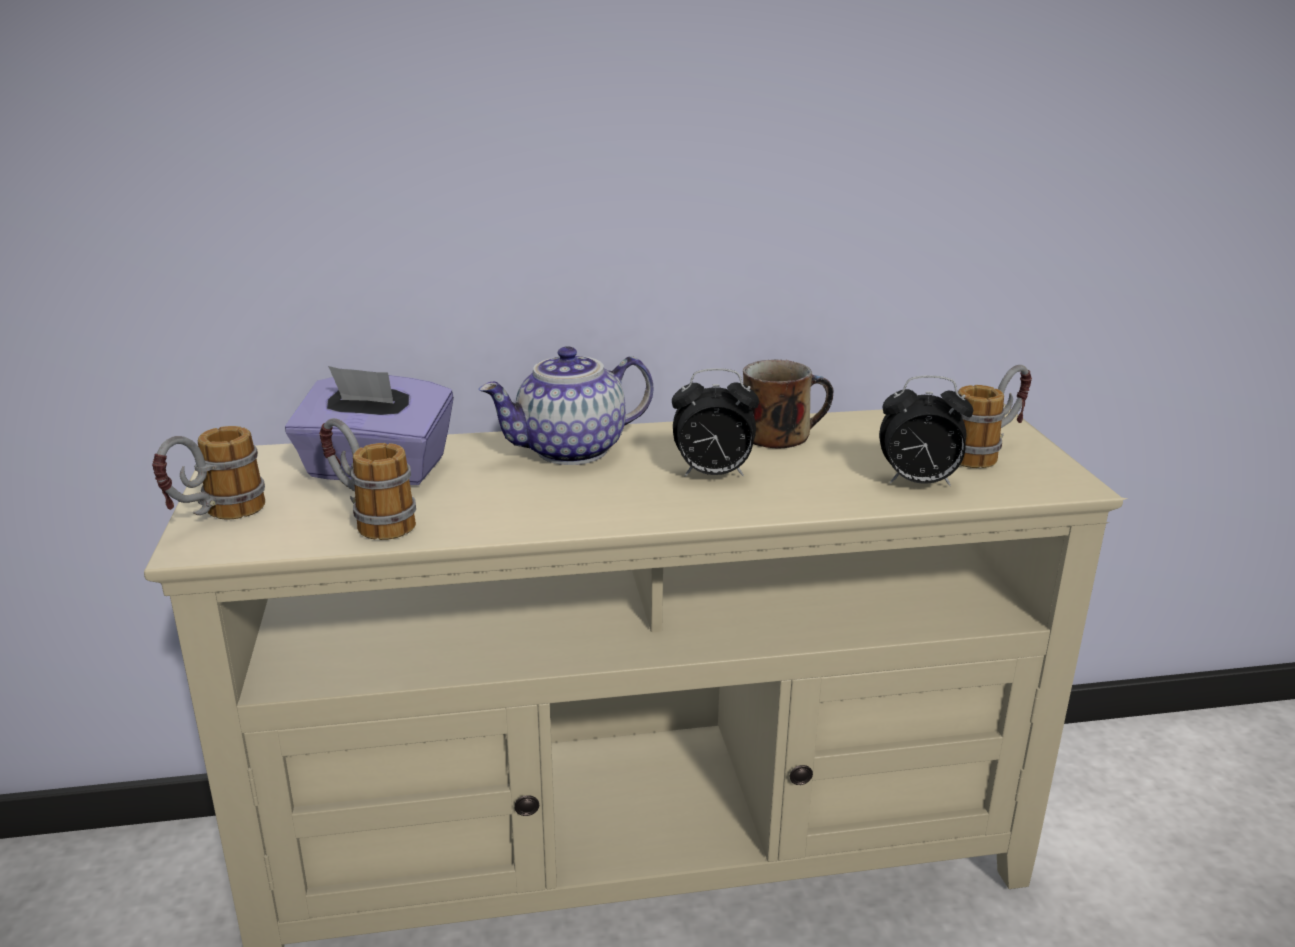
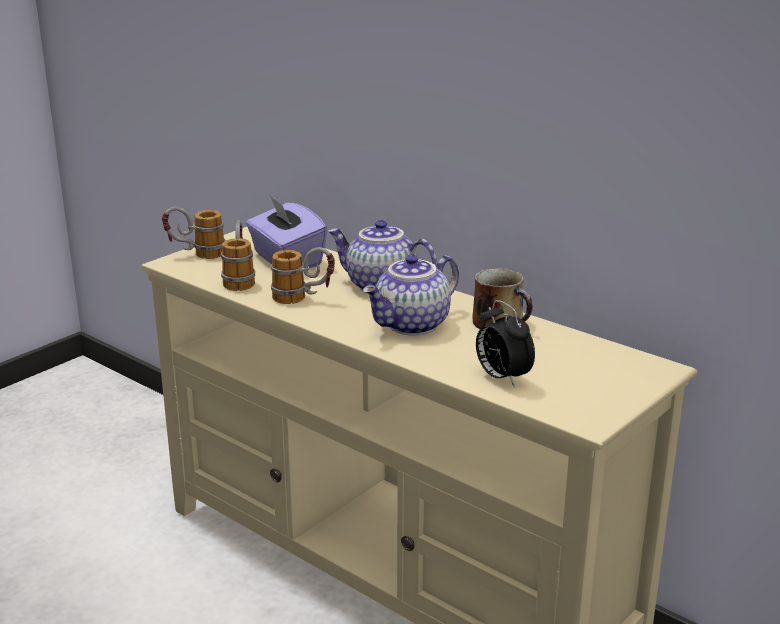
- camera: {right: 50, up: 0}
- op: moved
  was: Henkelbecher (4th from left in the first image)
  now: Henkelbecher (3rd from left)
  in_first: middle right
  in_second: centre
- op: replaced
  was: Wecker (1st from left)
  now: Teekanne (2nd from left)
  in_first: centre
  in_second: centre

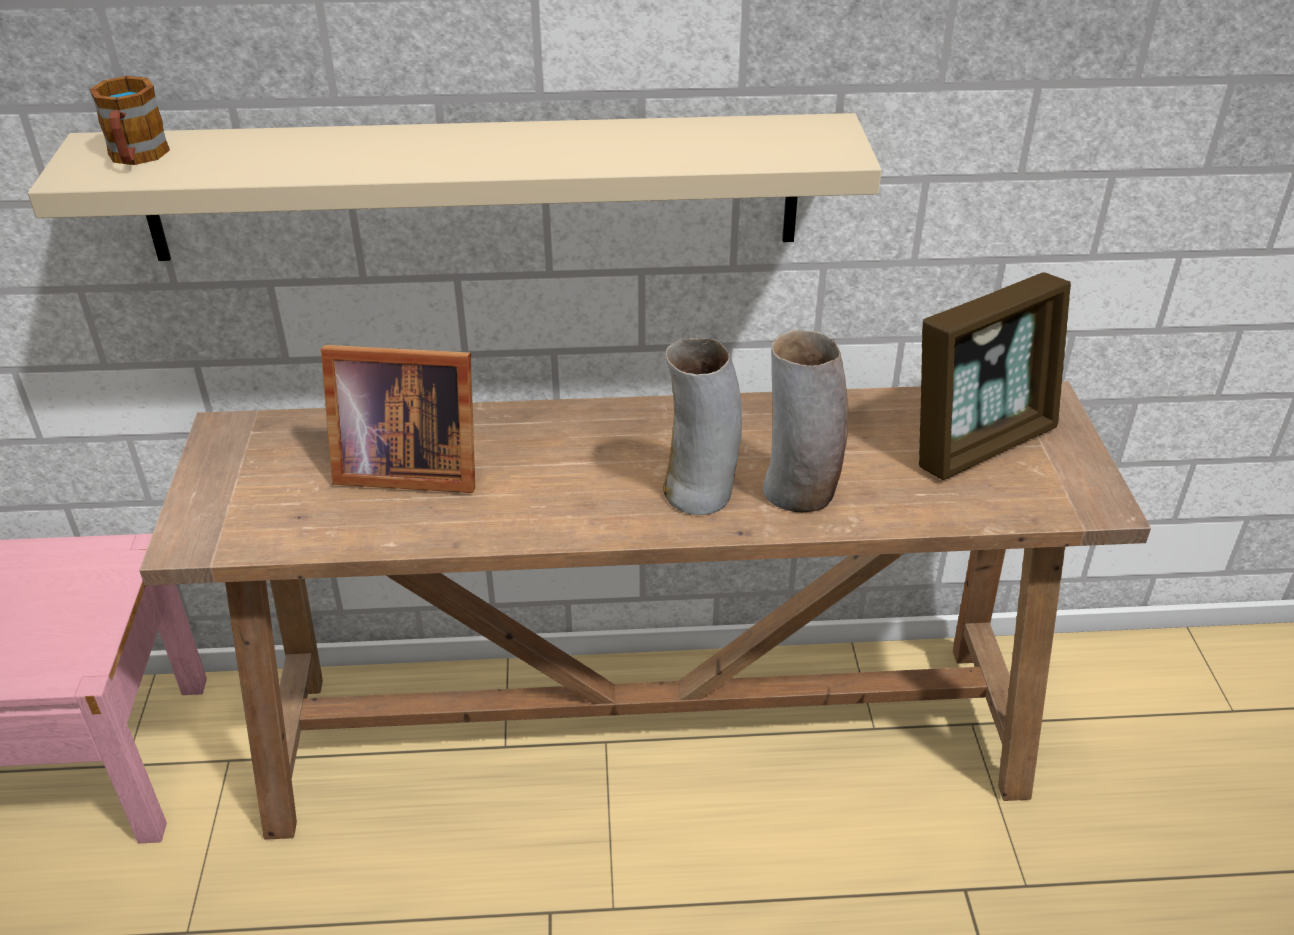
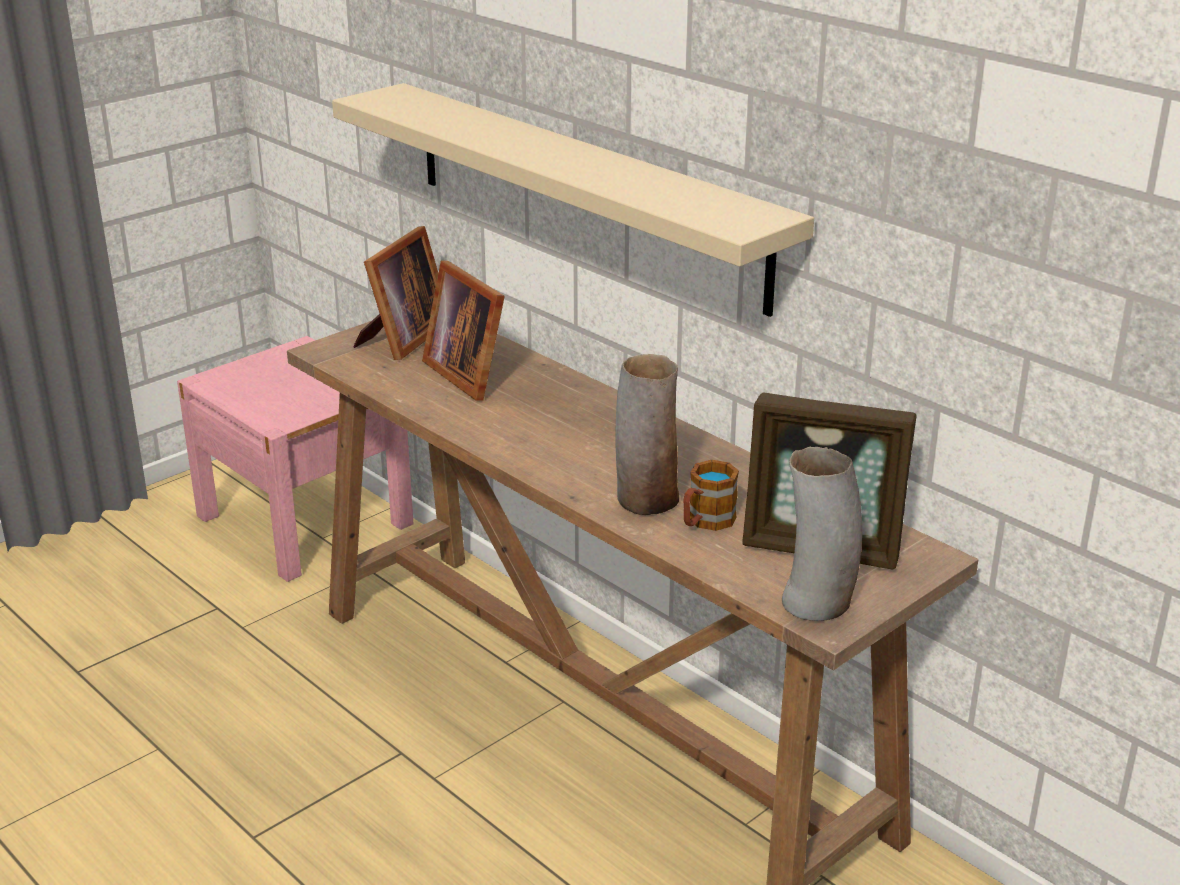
- camera: {right: 50, up: -10}
- op: added
  now: Bilderrahmen (1st from left)
  in_second: top centre
- op: moved
  was: Henkelbecher
  in_first: top left
  in_second: centre
- op: moved
  was: Vase (1st from left in the first image)
  now: Vase (2nd from left)
  in_first: centre
  in_second: middle right

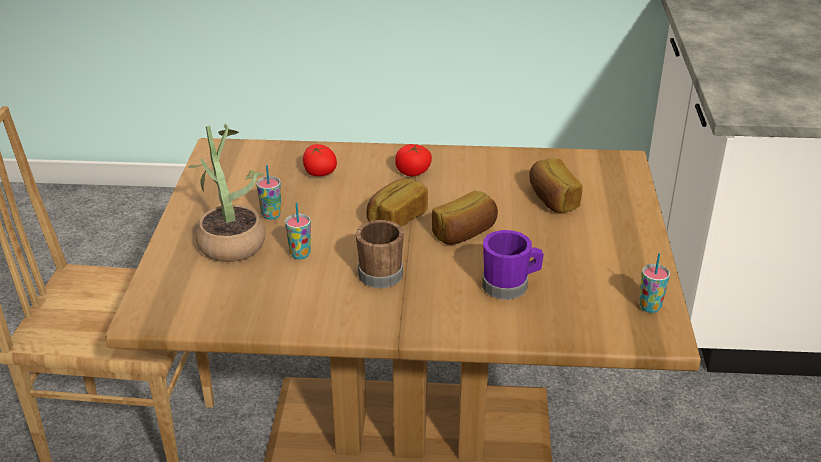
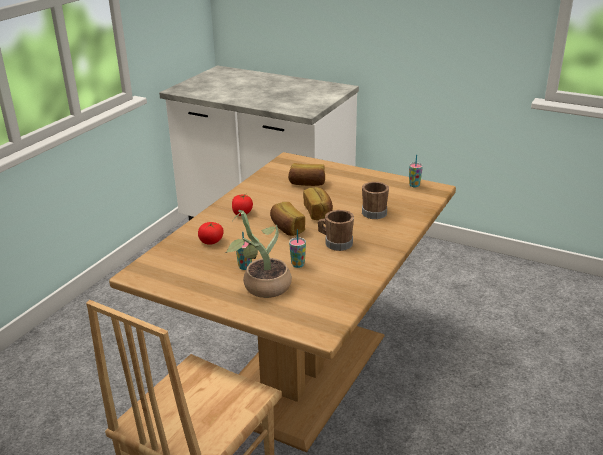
- camera: {right: -65, up: -5}
- op: recoloured
  was: Henkelbecher [lila]
  now: Henkelbecher [braun] (2nd from left)
  in_first: centre
  in_second: centre

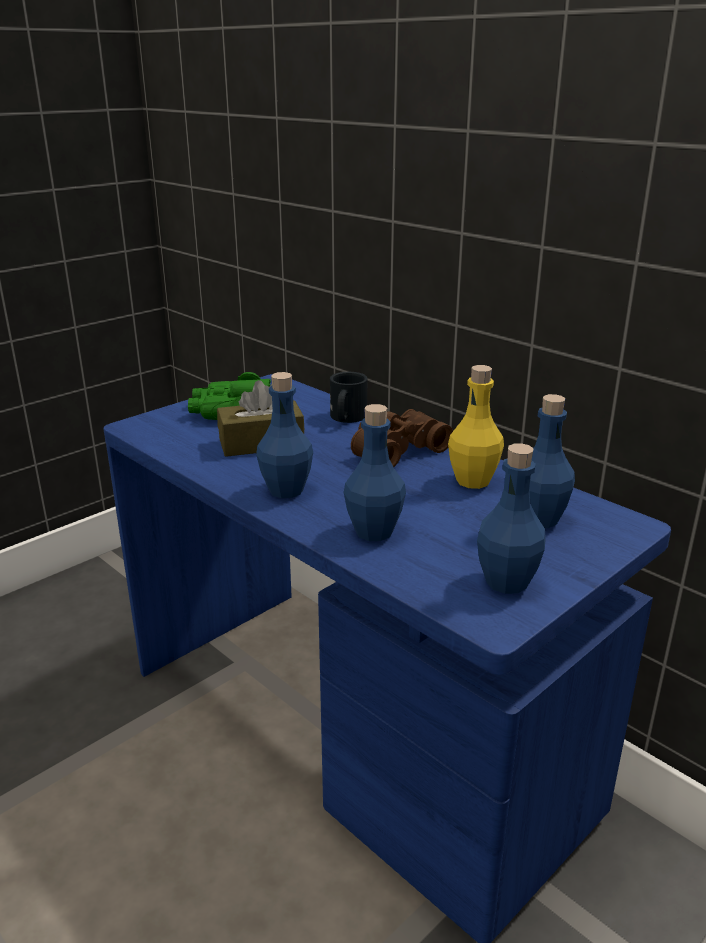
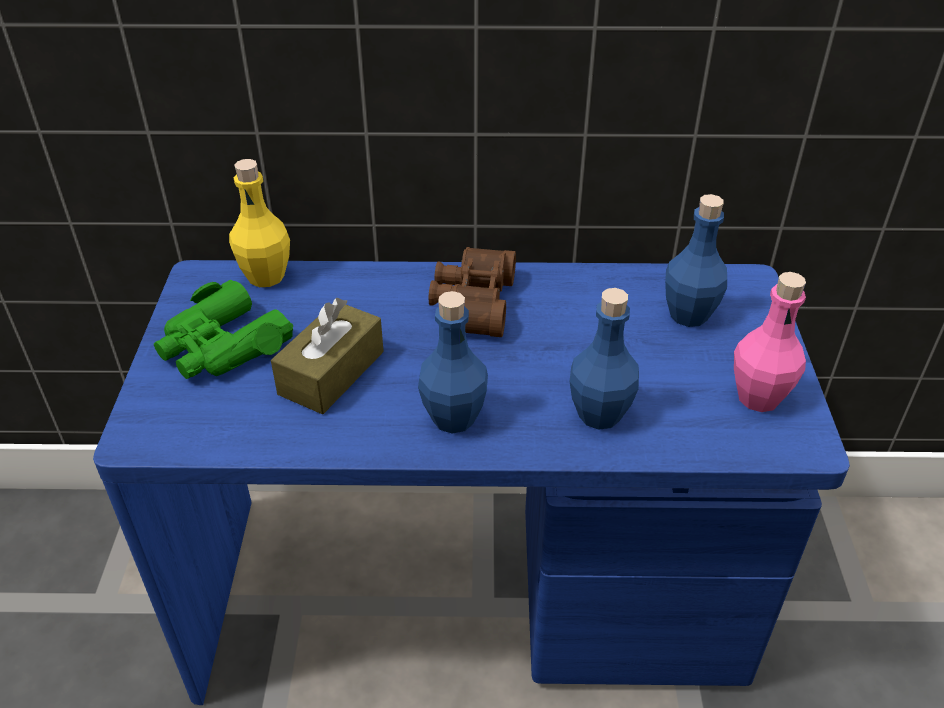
- camera: {right: -45, up: 15}
- op: removed
  was: Henkelbecher [schwarz]
  in_first: centre
- op: moved
  was: Flasche [gelb]
  in_first: middle right
  in_second: top left
- op: recoloured
  was: Flasche [blau] (3rd from left)
  now: Flasche [rosa]
  in_first: middle right
  in_second: middle right

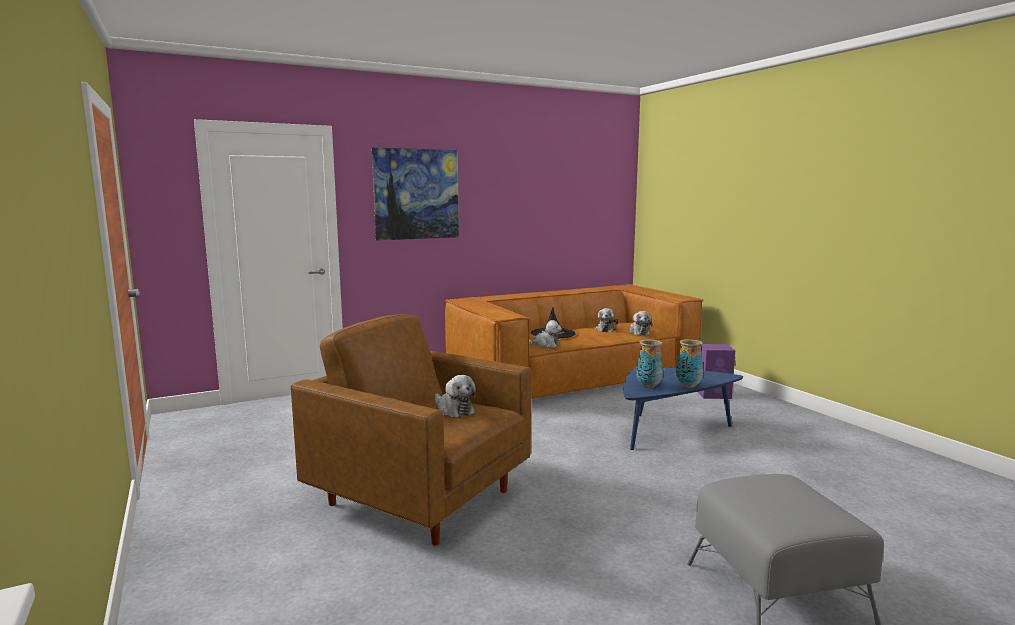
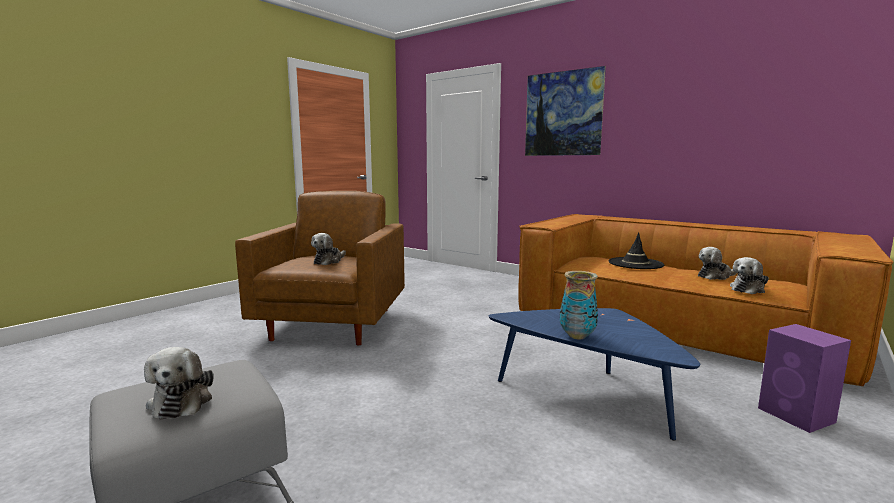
- camera: {right: 65, up: 0}
- op: removed
  was: Vase (1st from left)
  in_first: centre
- op: moved
  was: Plüschtier (2nd from left in the first image)
  now: Plüschtier (1st from left)
  in_first: centre
  in_second: bottom left

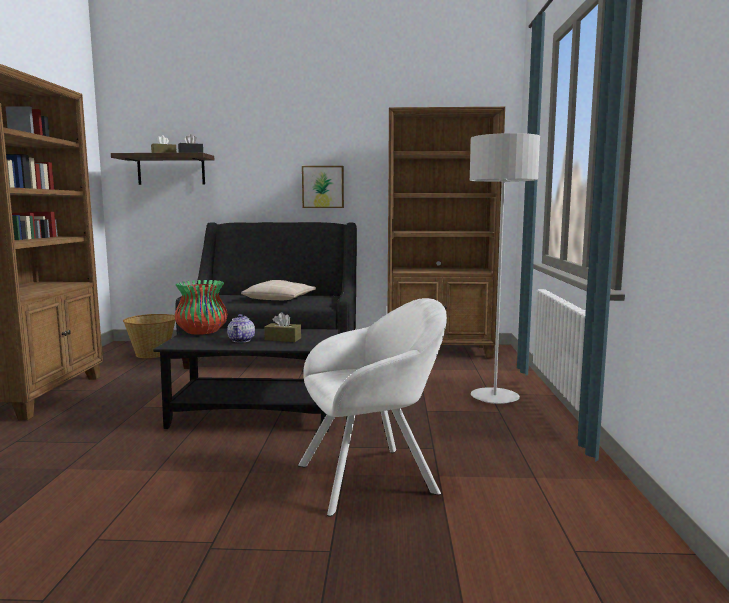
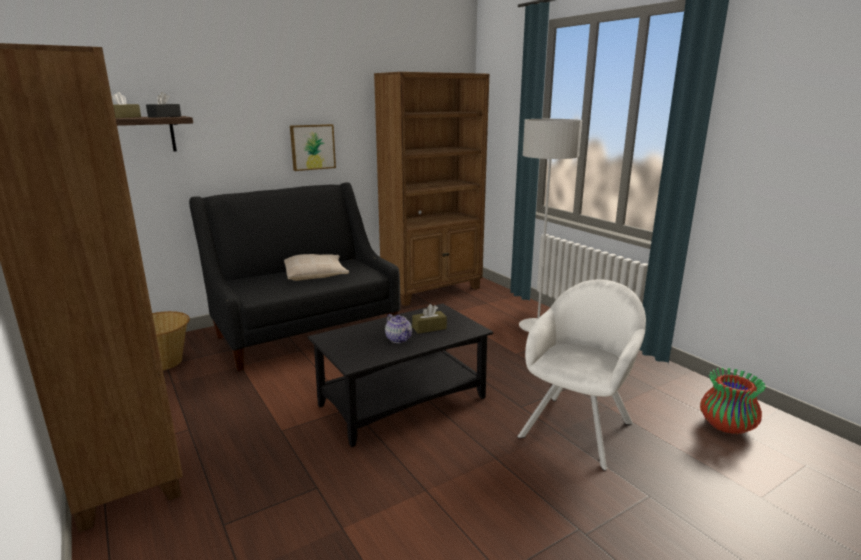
- camera: {right: -35, up: 10}
- op: moved
  was: Vase
  in_first: middle left
  in_second: bottom right

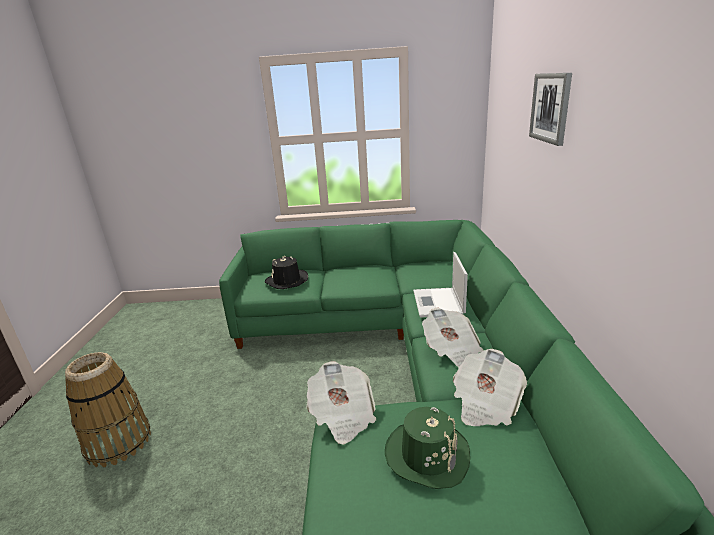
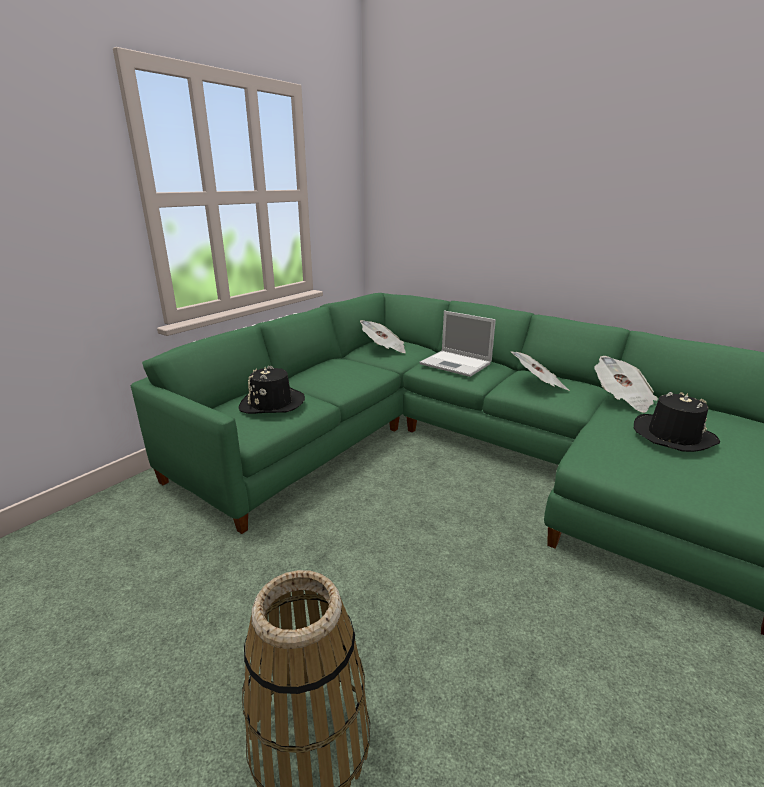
- camera: {right: -55, up: 0}
- op: removed
  was: Bild
  in_first: top right
- op: moved
  was: Zeitung (1st from left)
  in_first: bottom centre
  in_second: centre
- op: recoloured
  was: Hut [grün]
  now: Hut [schwarz] (2nd from left)
  in_first: bottom centre
  in_second: middle right

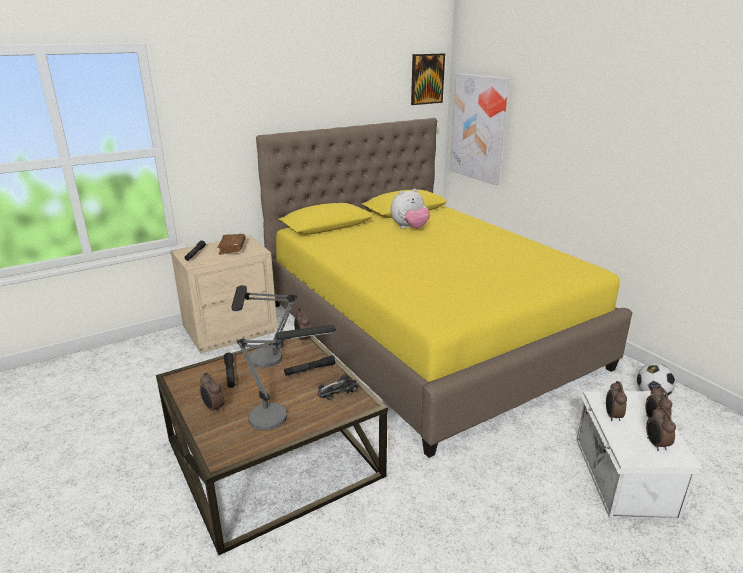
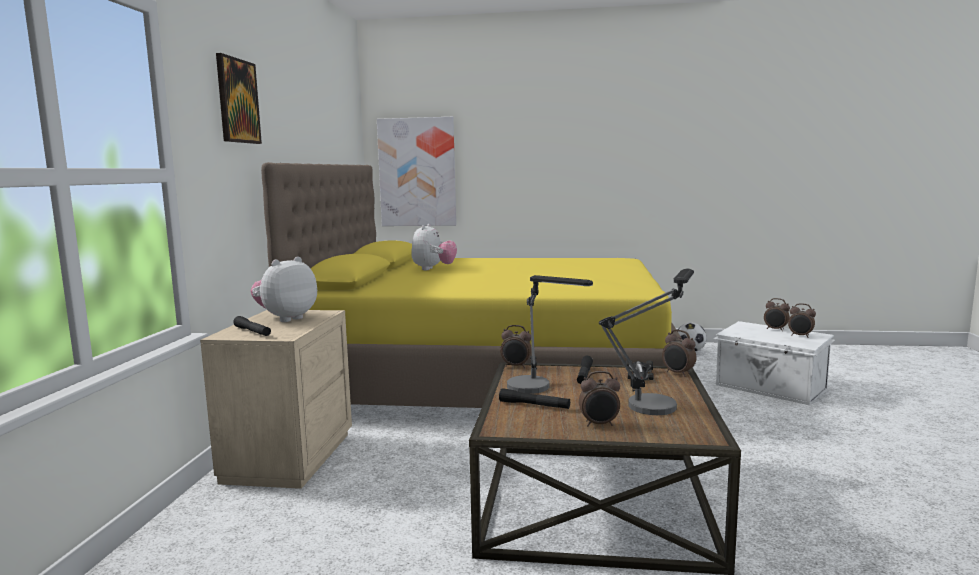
- camera: {right: -50, up: -15}
- op: moved
  was: Bild (1st from left)
  in_first: top centre
  in_second: top left
- op: moved
  was: Wecker (3rd from left)
  in_first: bottom right
  in_second: middle right
- op: replaced
  was: Buch [braun]
  now: Plüschtier (1st from left)
  in_first: middle left
  in_second: middle left

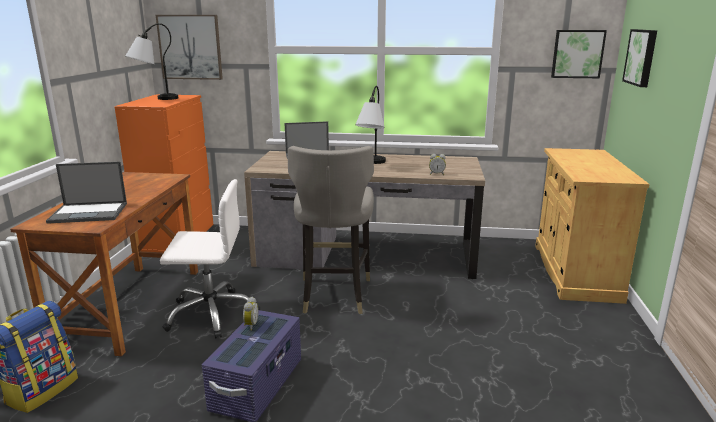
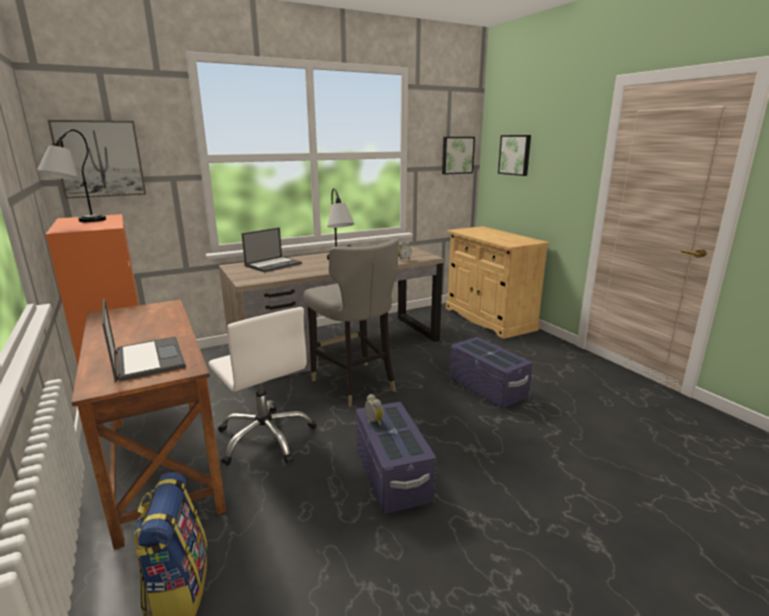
- camera: {right: -35, up: 0}
- op: added
  now: Aufbewahrungsbox [lila] (2nd from left)
  in_second: centre
- op: turned
  was: Laptop (1st from left)
  in_first: middle left
  in_second: middle left
  clockwise: -75
- op: turned
  was: Bürostuhl [weiß]
  in_first: middle left
  in_second: centre
  clockwise: 90

